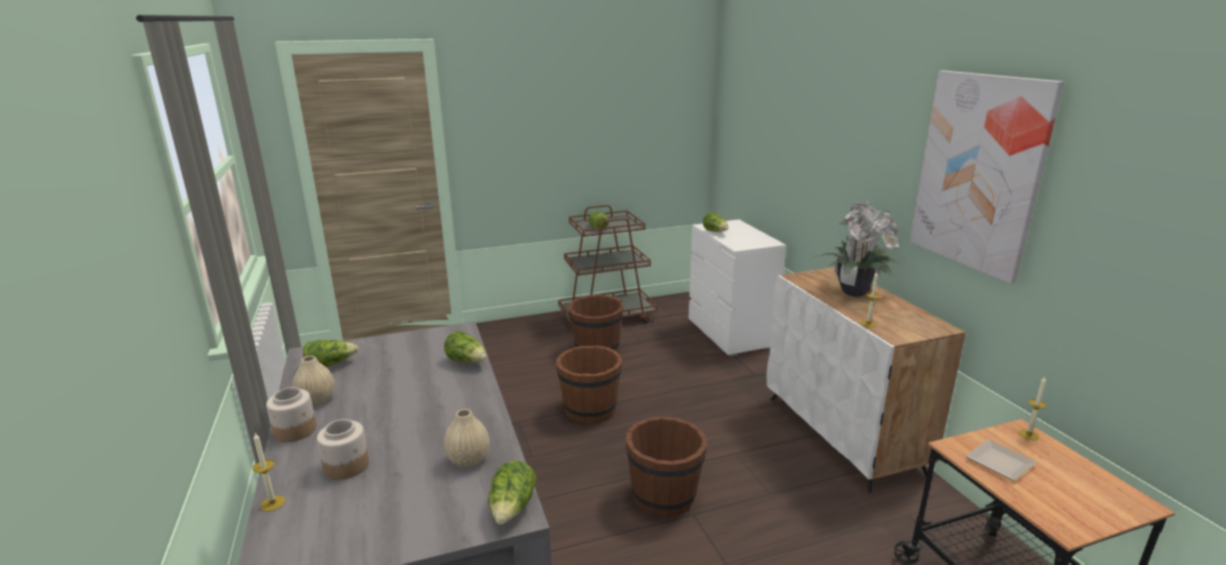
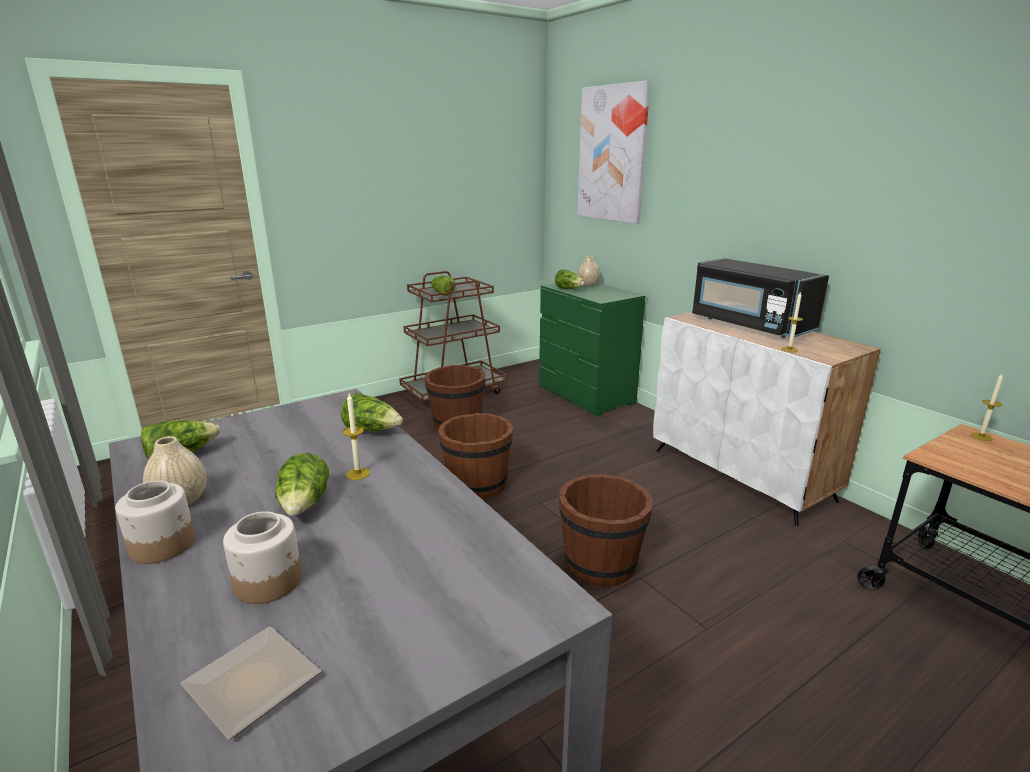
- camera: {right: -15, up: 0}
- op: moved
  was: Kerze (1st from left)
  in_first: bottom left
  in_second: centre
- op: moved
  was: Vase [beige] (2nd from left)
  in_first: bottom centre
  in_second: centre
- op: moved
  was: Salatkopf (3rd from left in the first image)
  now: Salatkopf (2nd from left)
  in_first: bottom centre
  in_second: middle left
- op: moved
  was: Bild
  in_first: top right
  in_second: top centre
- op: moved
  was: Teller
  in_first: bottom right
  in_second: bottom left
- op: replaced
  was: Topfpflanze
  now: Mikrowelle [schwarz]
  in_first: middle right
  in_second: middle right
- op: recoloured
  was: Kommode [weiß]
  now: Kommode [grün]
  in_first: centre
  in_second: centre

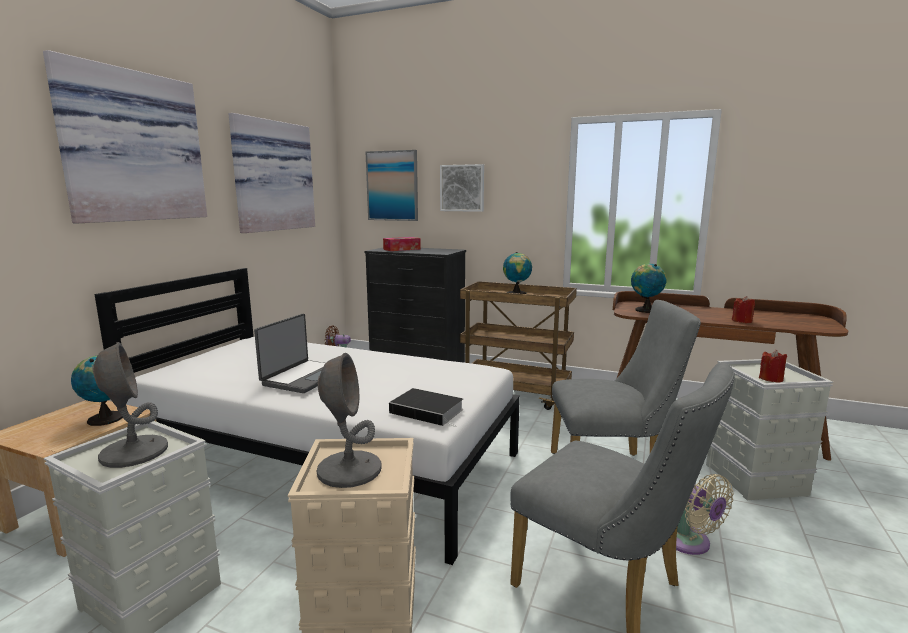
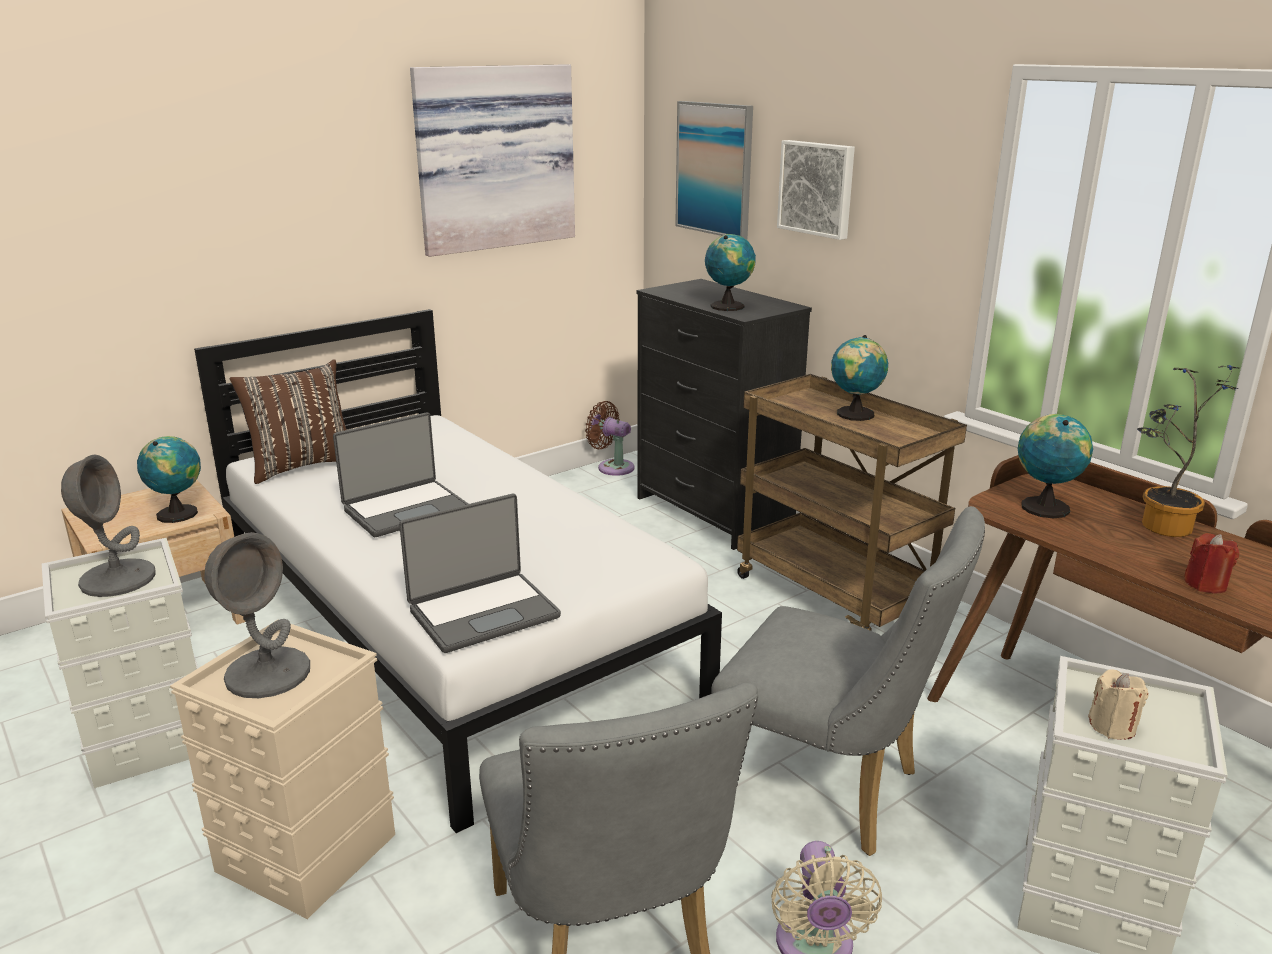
- camera: {right: 30, up: 10}
- op: removed
  was: Bild (1st from left)
  in_first: top left
- op: removed
  was: Taschentuchbox
  in_first: centre
- op: added
  now: Kissen [braun]
  in_second: middle left
- op: added
  now: Globus (2nd from left)
  in_second: top centre
- op: added
  now: Topfpflanze
  in_second: middle right
- op: replaced
  was: Buch
  now: Laptop (2nd from left)
  in_first: centre
  in_second: centre
- op: recoloured
  was: Kerze [rot] (2nd from left)
  now: Kerze [beige]
  in_first: middle right
  in_second: bottom right

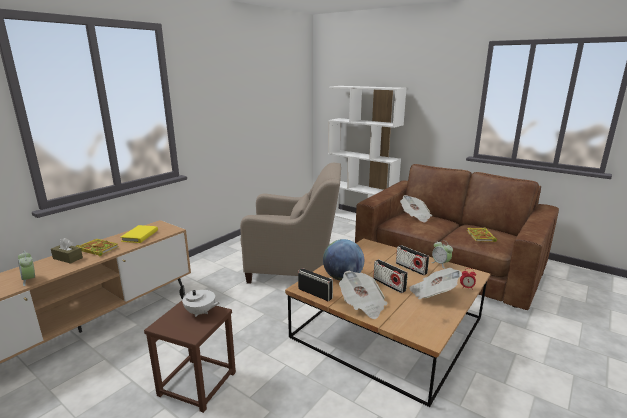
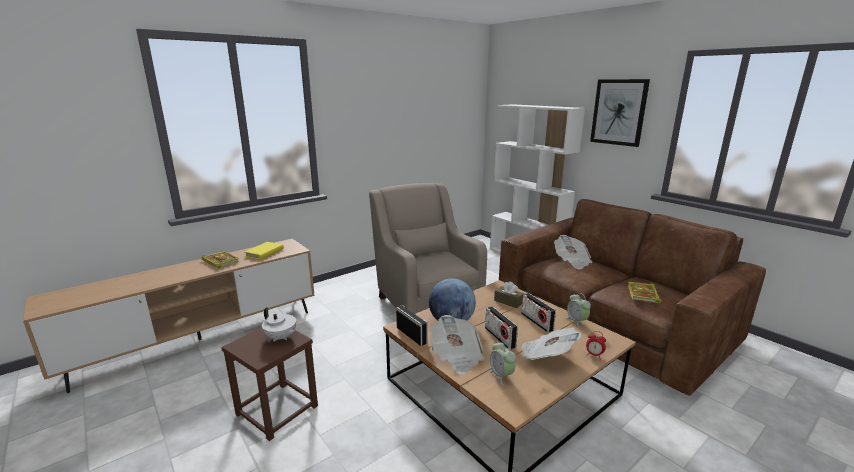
- camera: {right: 15, up: 0}
- op: added
  now: Bild
  in_second: top right
- op: moved
  was: Wecker (1st from left)
  in_first: middle left
  in_second: bottom centre
- op: moved
  was: Taschentuchbox [braun]
  in_first: middle left
  in_second: centre
- op: turned
  was: Sessel [beige]
  in_first: centre
  in_second: centre
  clockwise: -135

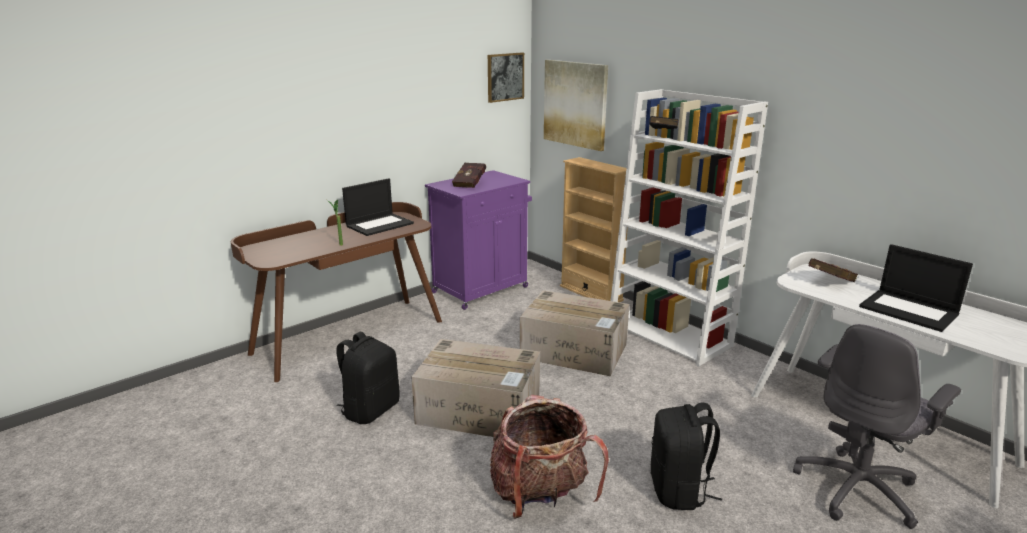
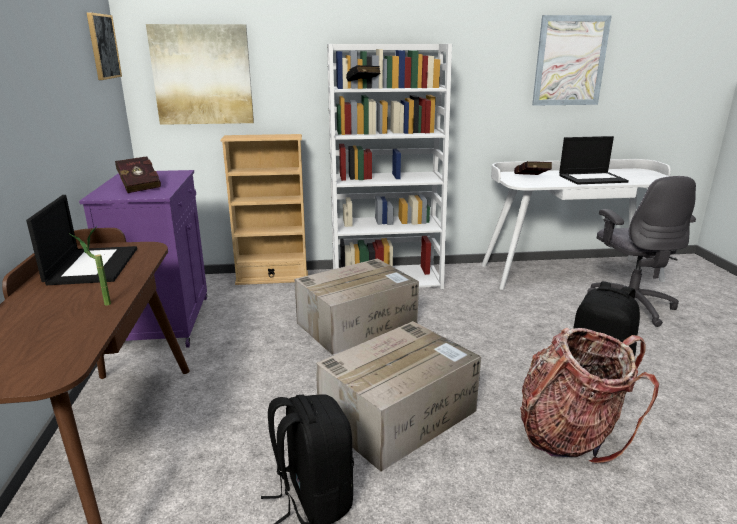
- camera: {right: -55, up: 0}
- op: added
  now: Bild (3rd from left)
  in_second: top right

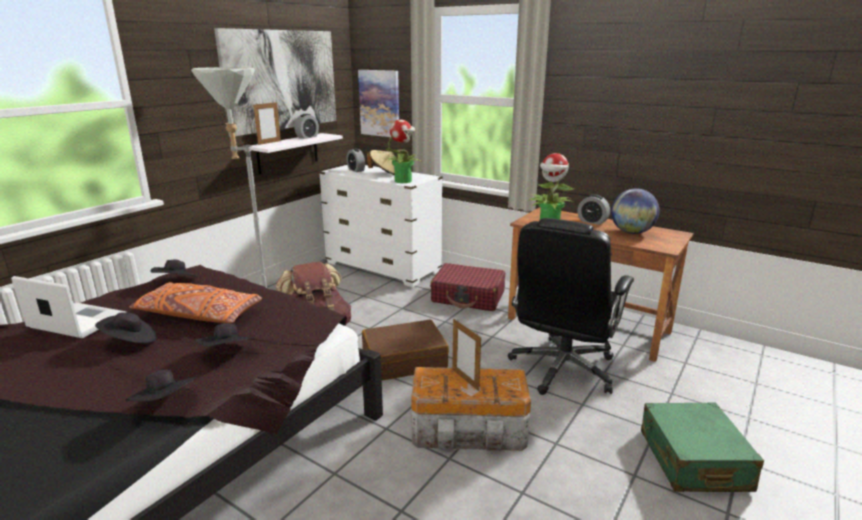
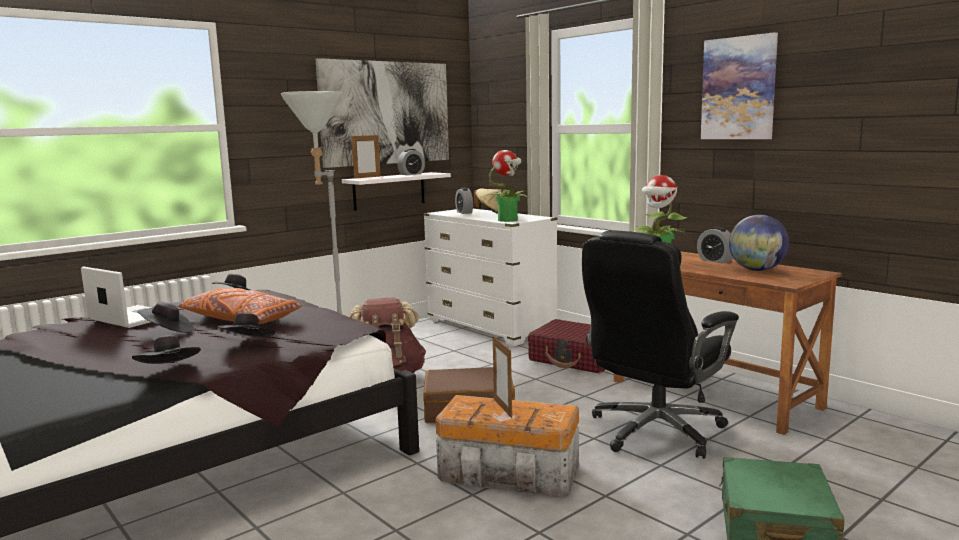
- camera: {right: 15, up: -10}
- op: moved
  was: Bild (2nd from left)
  in_first: top centre
  in_second: top right

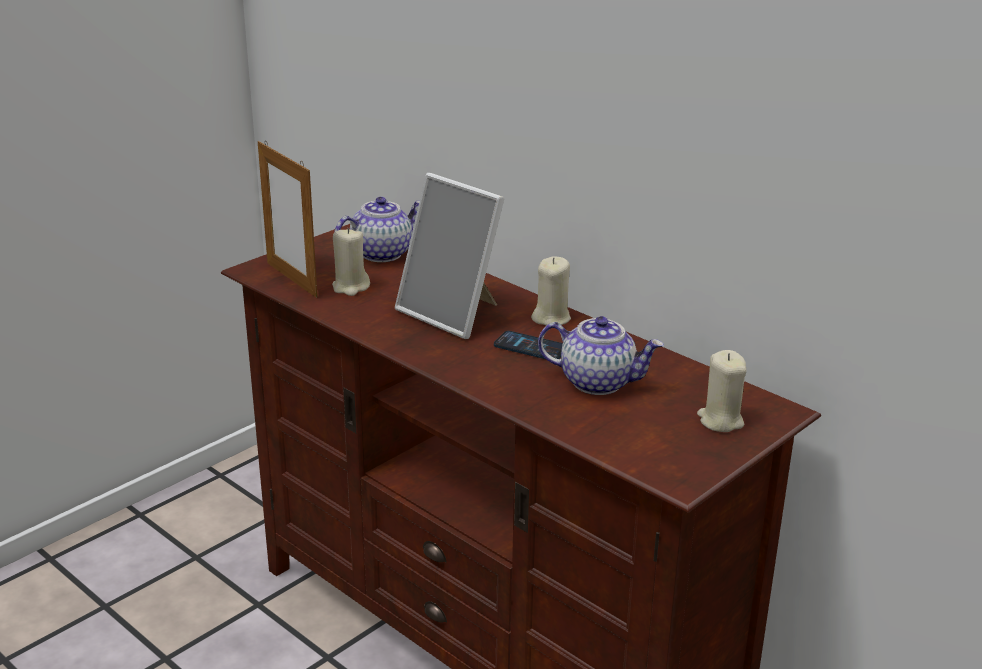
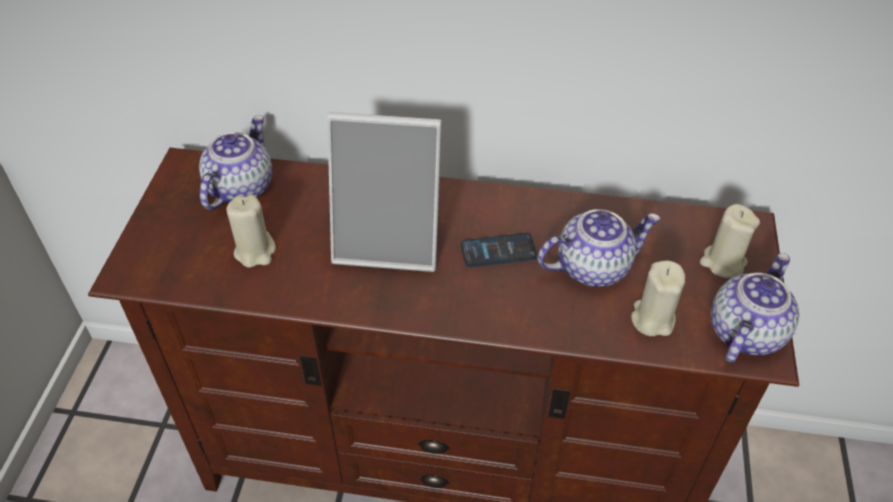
- camera: {right: -35, up: 20}
- op: removed
  was: Bilderrahmen (1st from left)
  in_first: top left
- op: added
  now: Teekanne (3rd from left)
  in_second: middle right
- op: moved
  was: Kerze [beige] (2nd from left)
  in_first: centre
  in_second: middle right

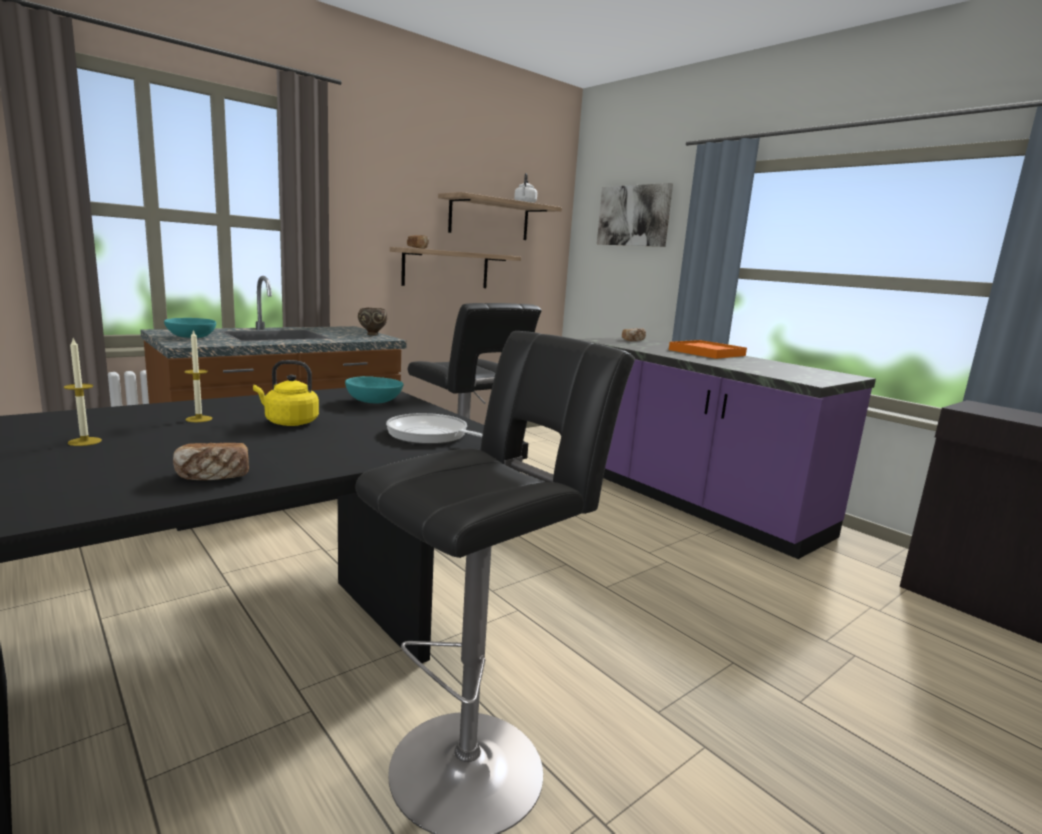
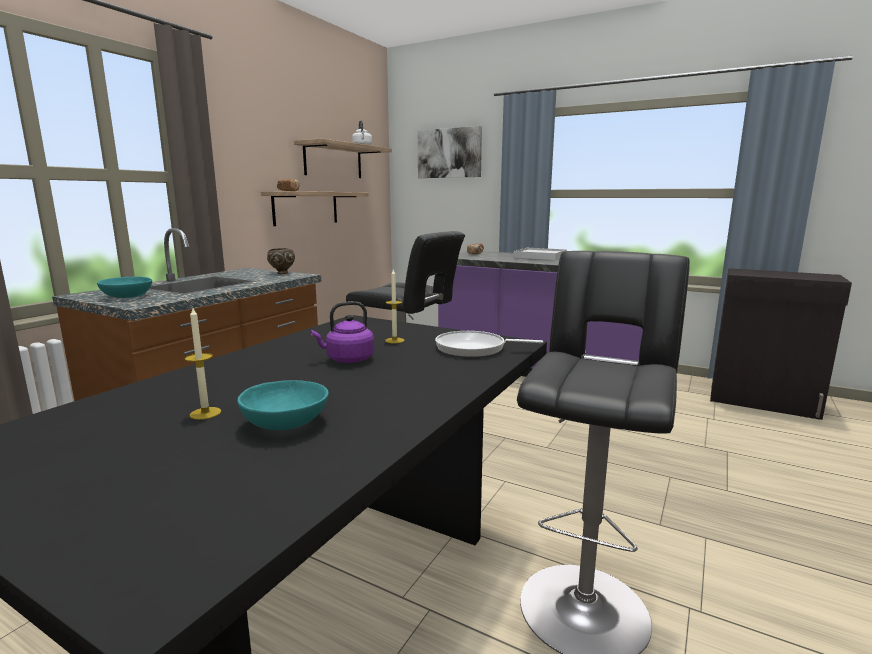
- camera: {right: -20, up: 0}
- op: removed
  was: Brot (1st from left)
  in_first: middle left
- op: moved
  was: Kerze (2nd from left)
  in_first: middle left
  in_second: centre
- op: moved
  was: Schüssel [türkis] (2nd from left)
  in_first: centre
  in_second: middle left
- op: recoloured
  was: Wasserkessel [gelb]
  now: Wasserkessel [lila]
  in_first: middle left
  in_second: centre
- op: recoloured
  was: Tablett [orange]
  now: Tablett [weiß]
  in_first: middle right
  in_second: centre

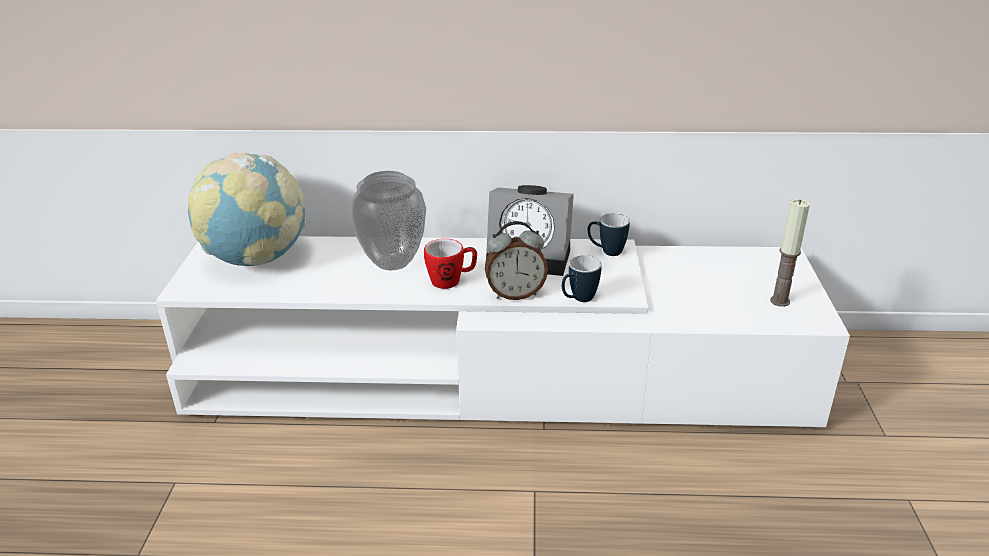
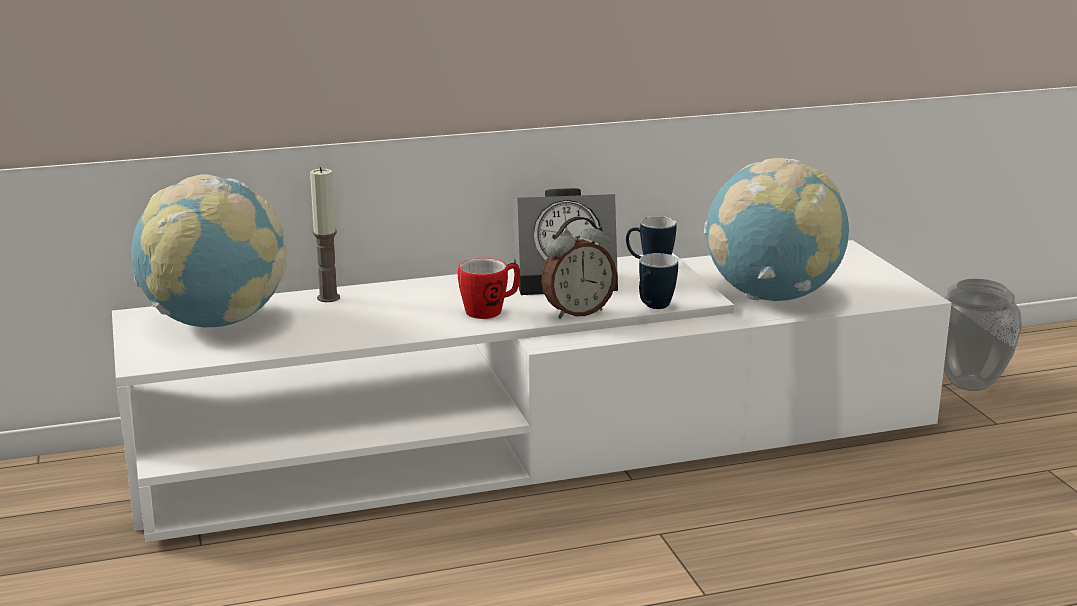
- camera: {right: -20, up: -10}
- op: added
  now: Globus (2nd from left)
  in_second: middle right
- op: moved
  was: Vase
  in_first: centre
  in_second: middle right
- op: moved
  was: Kerze
  in_first: middle right
  in_second: middle left

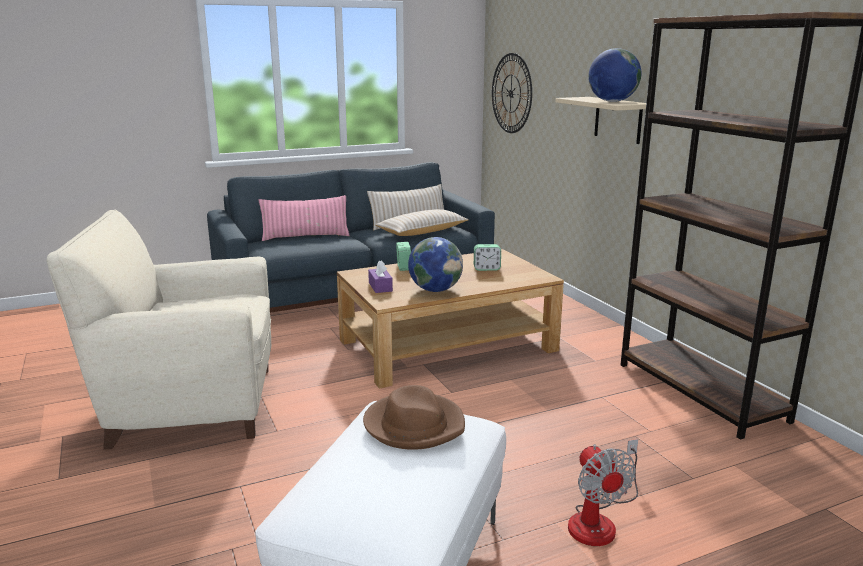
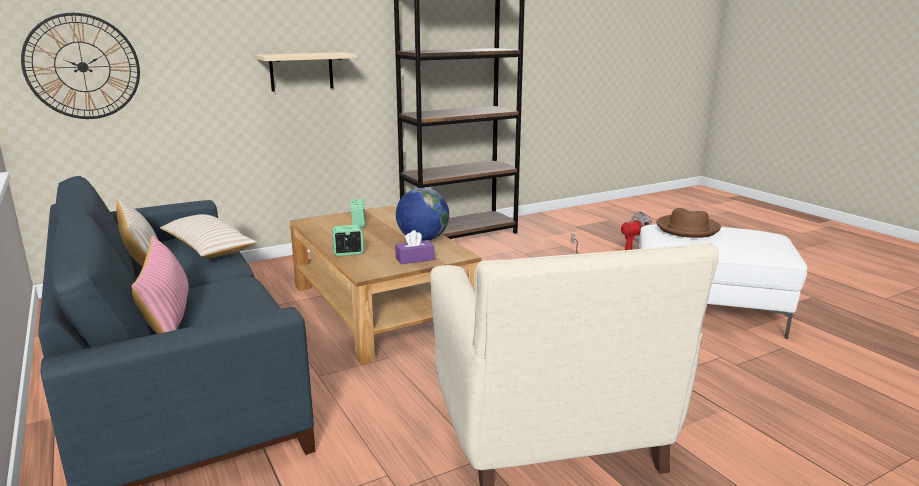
- camera: {right: -95, up: 0}
- op: removed
  was: Globus (2nd from left)
  in_first: top right

